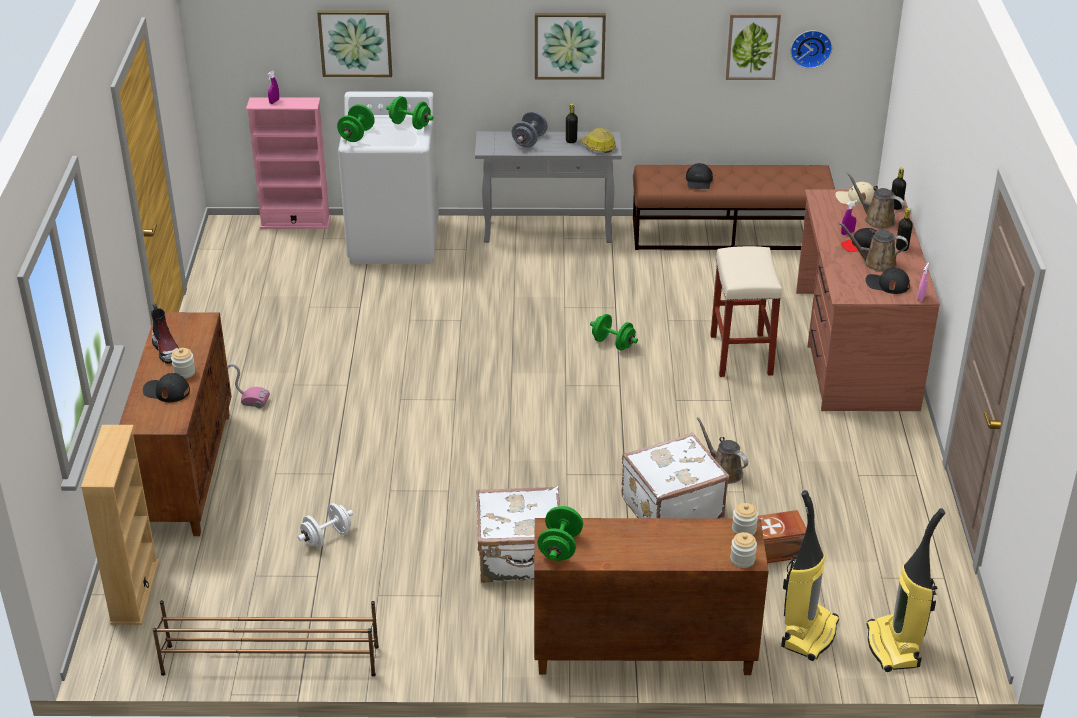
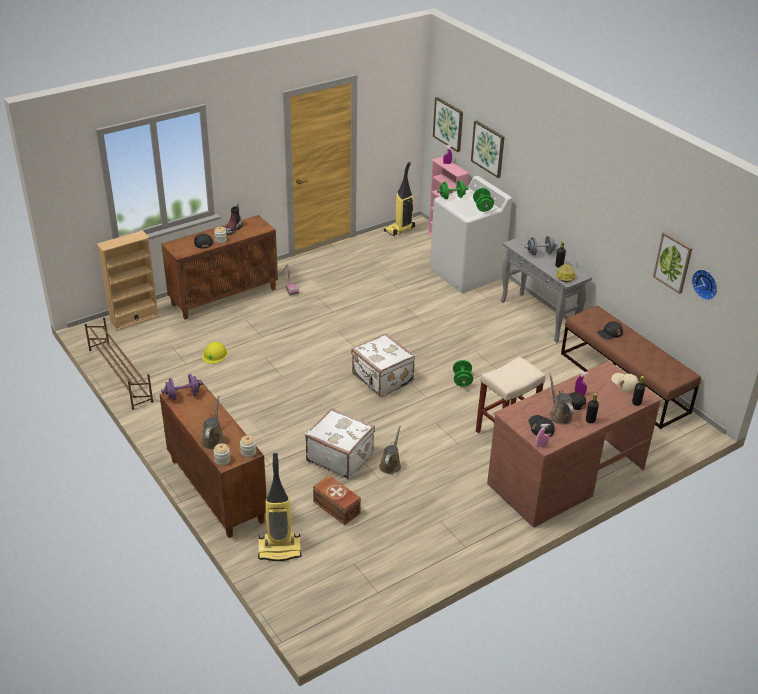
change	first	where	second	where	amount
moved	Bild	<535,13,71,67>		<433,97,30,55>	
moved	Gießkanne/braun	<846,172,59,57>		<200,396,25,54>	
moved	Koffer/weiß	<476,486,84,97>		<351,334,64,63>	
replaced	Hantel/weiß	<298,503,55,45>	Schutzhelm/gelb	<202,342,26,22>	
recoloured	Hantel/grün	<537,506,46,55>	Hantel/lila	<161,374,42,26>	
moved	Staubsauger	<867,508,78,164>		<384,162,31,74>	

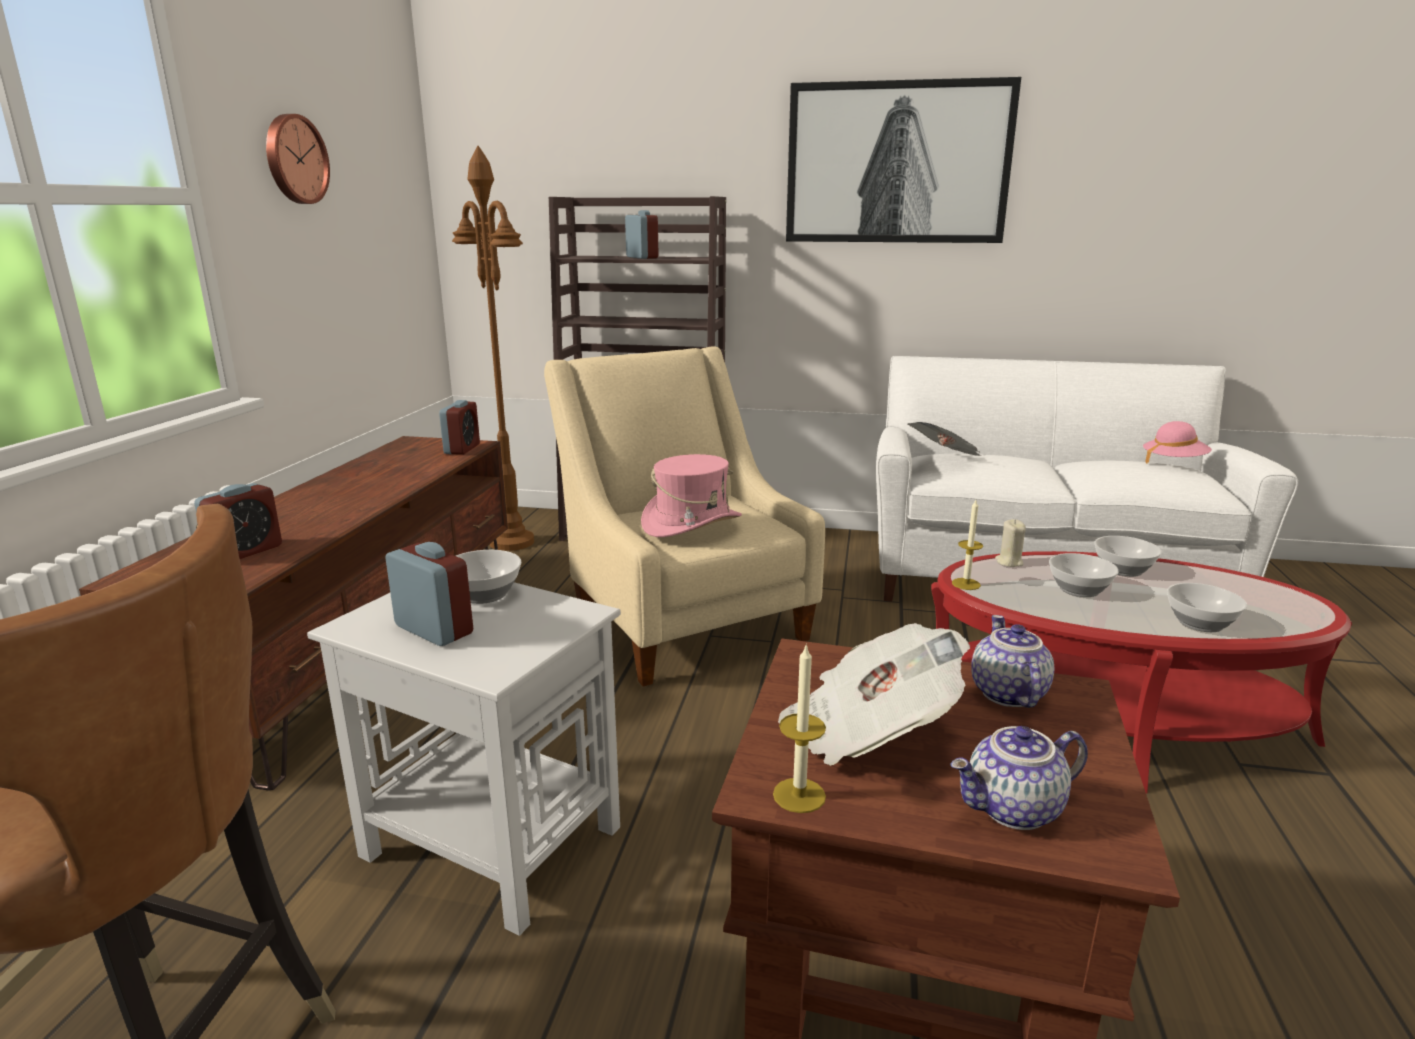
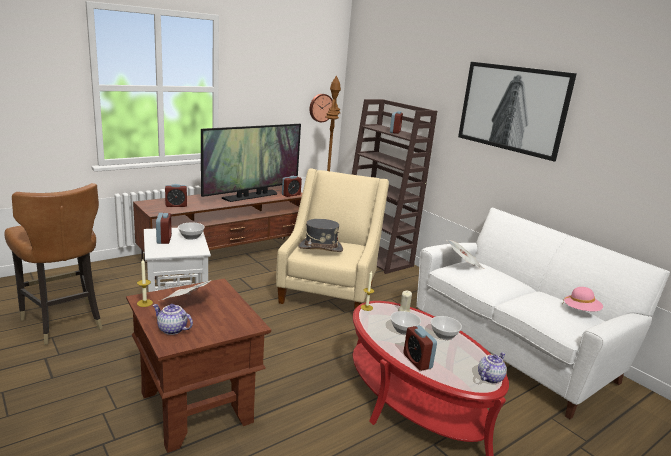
change	first	where	second	where	amount
moved	Wanduhr	<266,114,64,90>		<309,94,23,28>	
recoloured	Hut/rosa	<641,454,101,83>	Hut/grau	<298,219,45,33>	
replaced	Schüssel	<1167,583,80,49>	Wecker	<404,325,33,46>	
moved	Teekanne	<971,615,84,93>		<478,352,29,31>	
added			Fernseher	<201,124,100,78>	

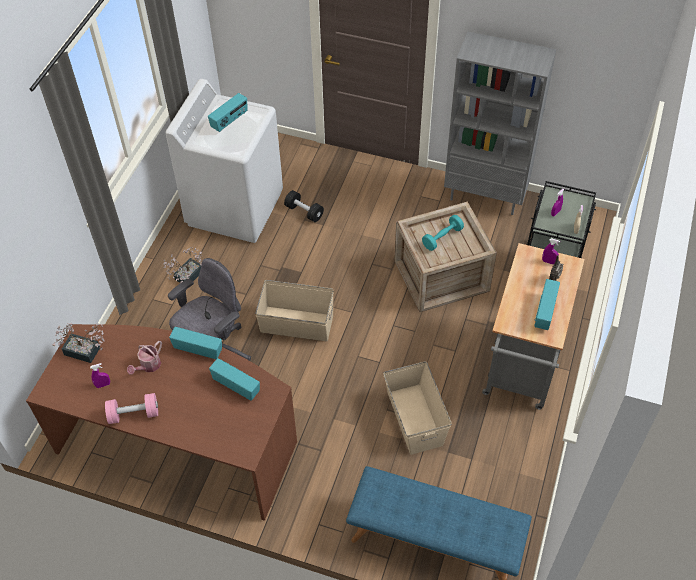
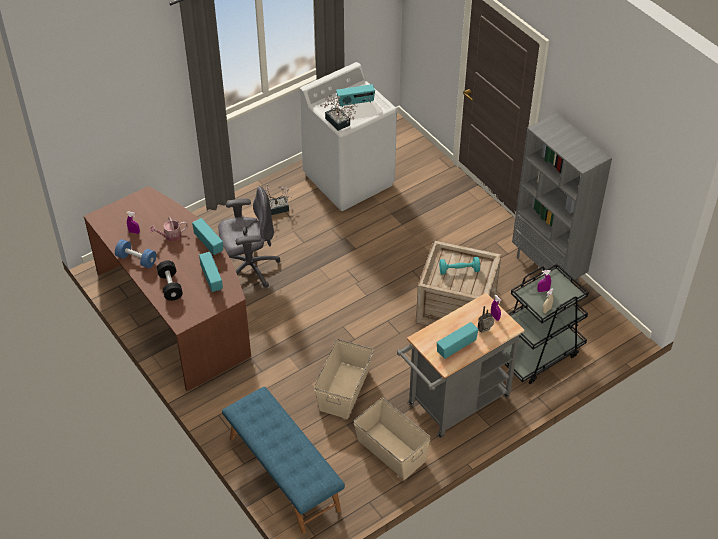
change	first	where	second	where	amount
moved	Hantel/schwarz	<284,190,40,32>		<157,261,26,40>	
moved	Aufbewahrungsbox/beige	<255,280,79,61>		<354,398,77,82>	
moved	Topfpflanze	<52,323,52,40>		<320,95,37,36>	
recoloured	Hantel/rosa	<105,393,53,31>	Hantel/blau	<115,239,41,29>	

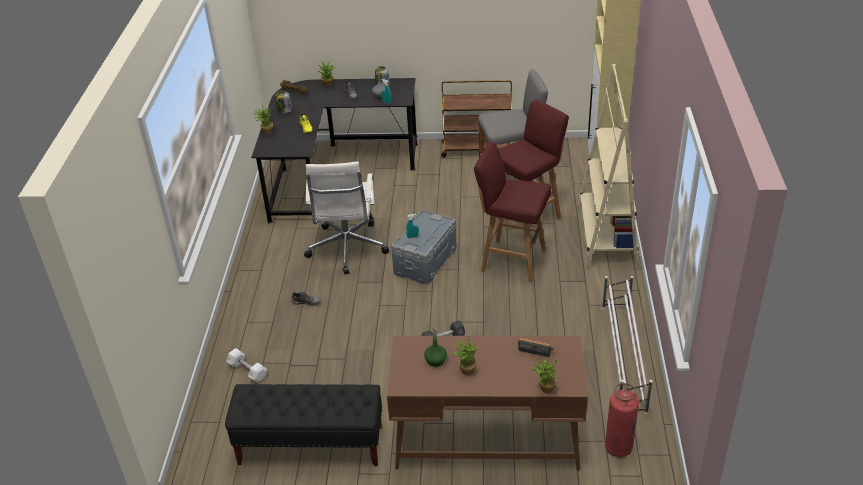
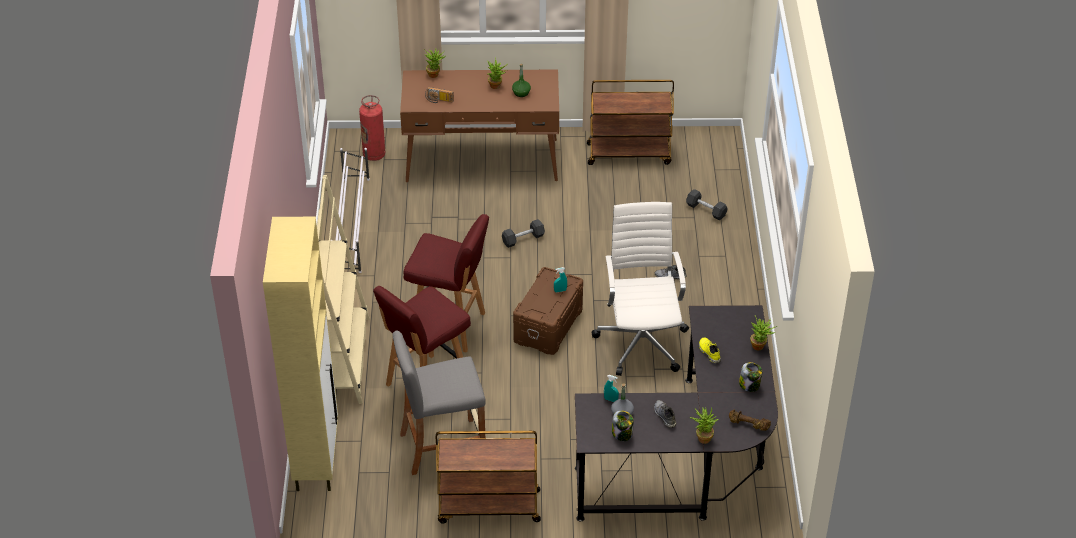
change	first	where	second	where	amount
recoloured	Aufbewahrungsbox/grau	<391,210,66,74>	Aufbewahrungsbox/braun	<513,267,70,88>	
recoloured	Hantel/weiß	<226,348,41,35>	Hantel/schwarz	<686,189,41,31>	
replaced	Bank/schwarz	<225,384,157,82>	Rollwagen/braun	<587,80,87,85>	

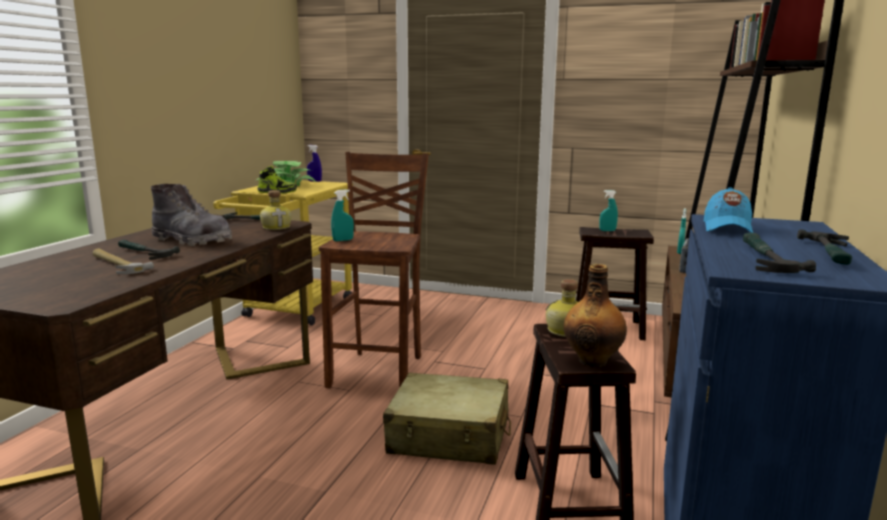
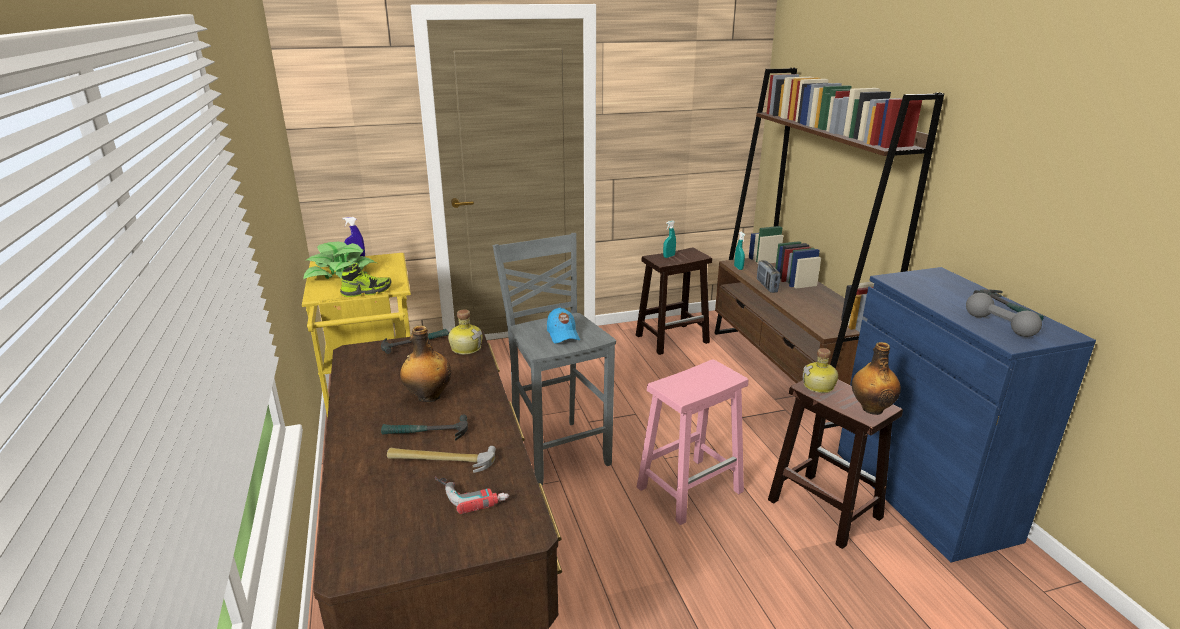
change	first	where	second	where	amount
recoloured	Hocker/braun	<319,152,110,236>	Hocker/grau	<493,233,123,253>	
replaced	Stiefel/grau	<151,184,81,62>	Flasche	<400,326,51,76>	
moved	Kappe/blau	<704,187,49,46>		<547,308,33,35>	
removed	Sprühflasche/türkis	<331,189,23,52>			
replaced	Hammer	<743,233,73,40>	Hantel/grau	<966,293,76,44>	
replaced	Koffer/beige	<383,373,128,92>	Hocker/rosa	<637,359,111,166>	
added			Bohrmaschine	<435,476,74,38>	

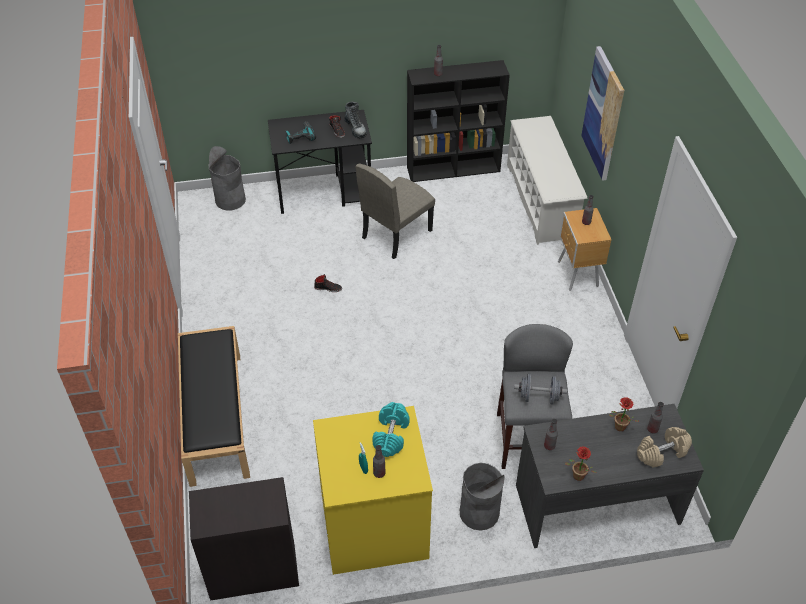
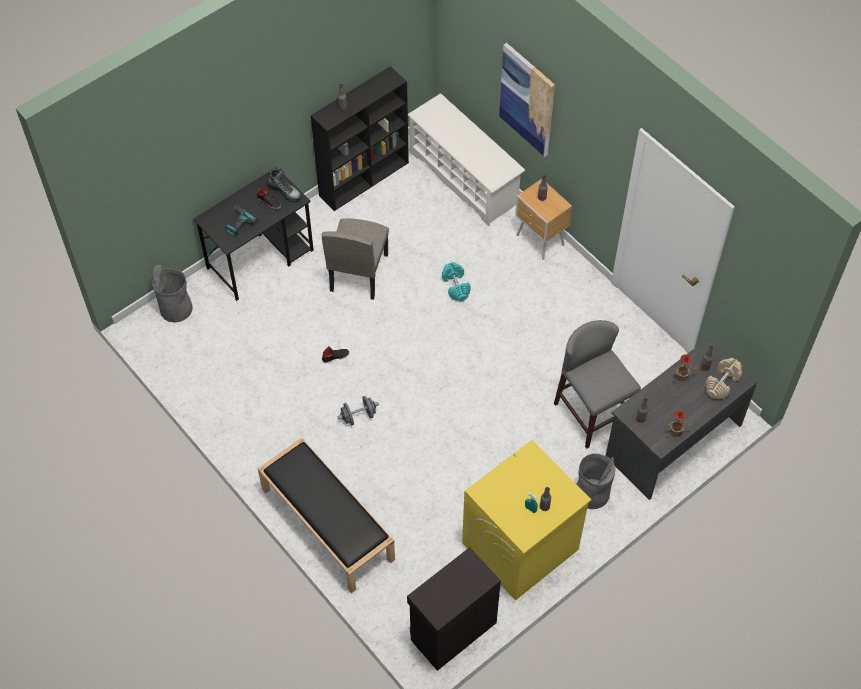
change	first	where	second	where	amount
moved	Hantel/grau	<514,374,53,31>		<337,396,42,30>	
moved	Hantel/türkis	<372,402,38,55>		<442,262,29,39>	

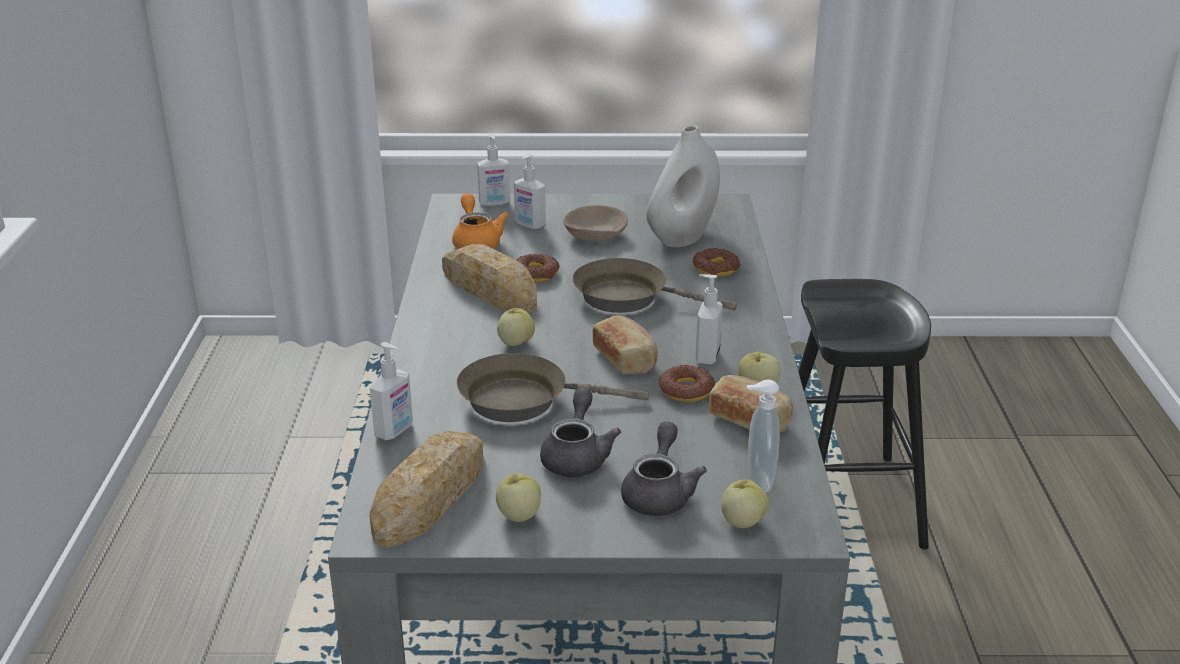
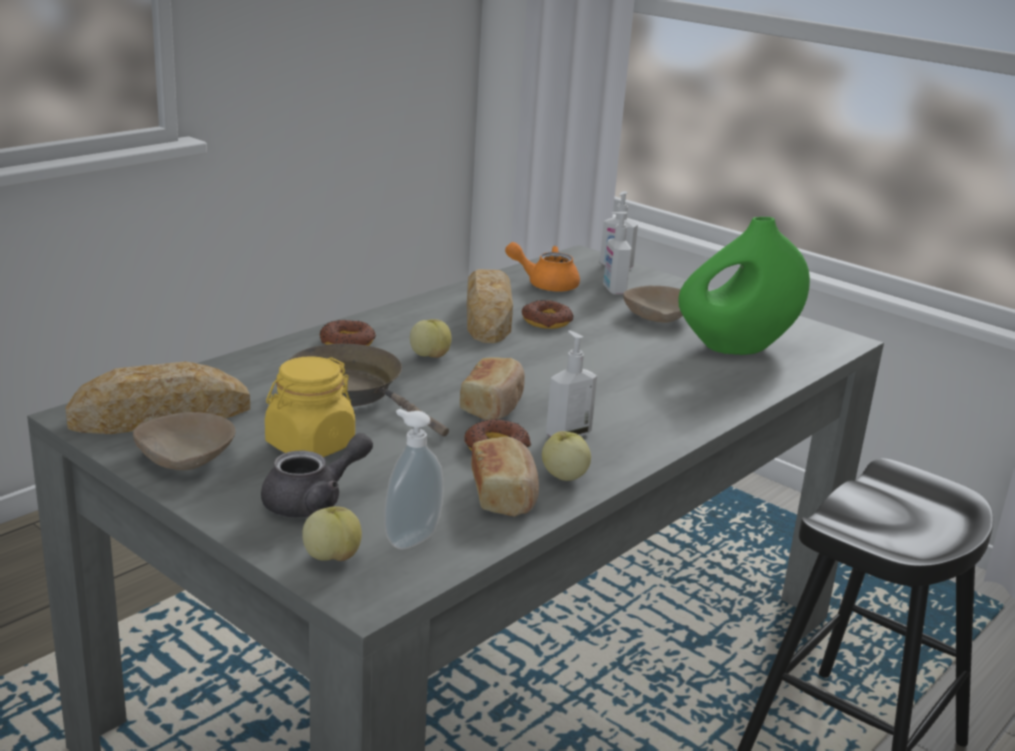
change	first	where	second	where	amount
recoloured	Vase/weiß	<646,126,74,121>	Vase/grün	<678,217,132,138>	
turned	Teekanne/orange	<452,193,57,56>		<505,242,75,50>	105 degrees counterclockwise
moved	Donut	<693,248,47,28>		<320,320,56,26>	
removed	Pfanne/braun	<572,258,165,55>			
removed	Seifenspender	<370,342,43,98>			
replaced	Teekanne/grau	<540,388,81,89>	Vorratsglas/gelb	<265,356,90,101>	
replaced	Apfel	<496,473,45,49>	Schüssel/beige	<133,412,102,58>	

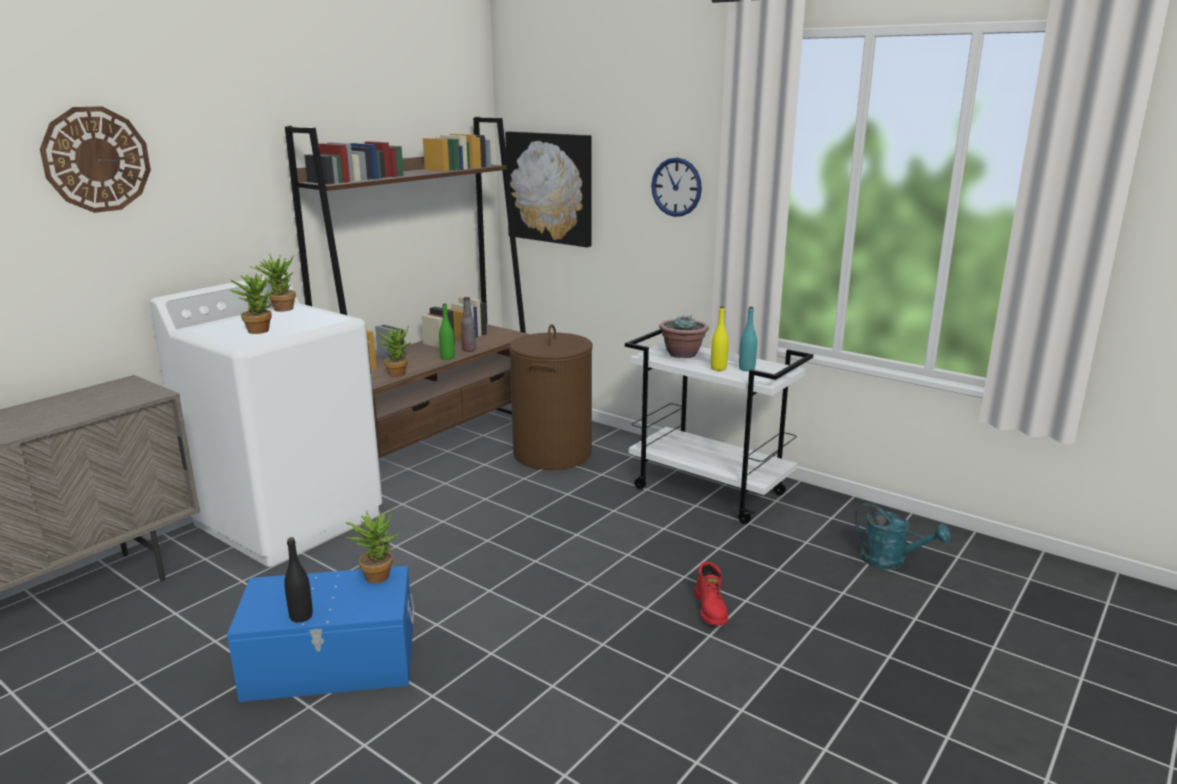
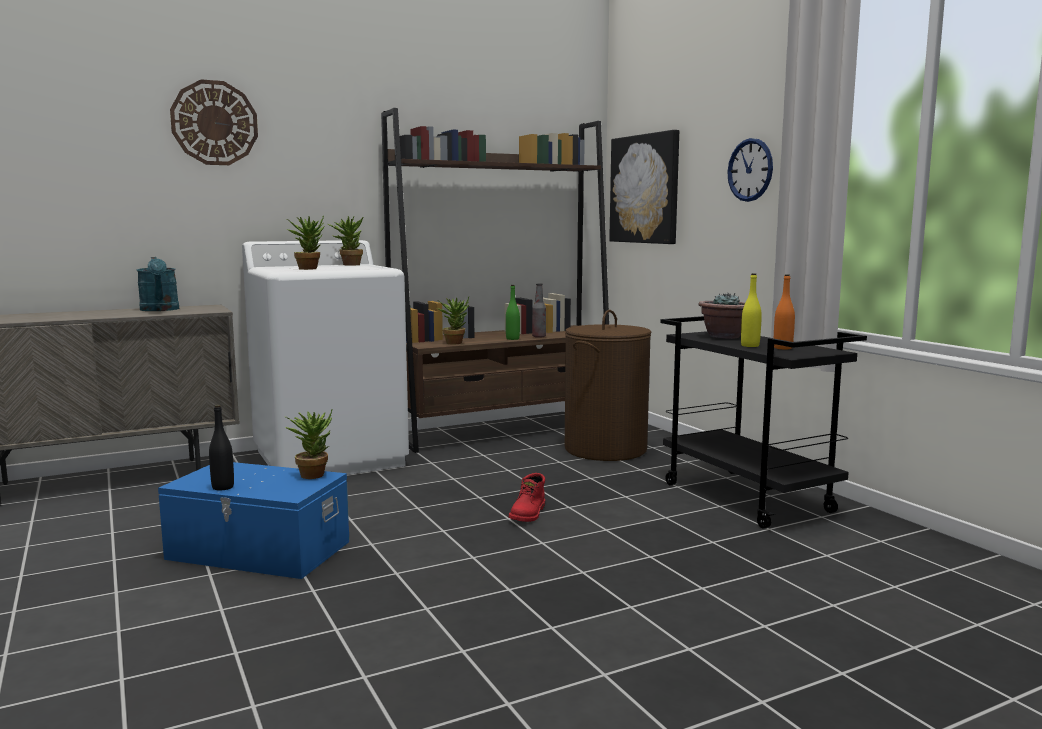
change	first	where	second	where	amount
recoloured	Flasche/türkis	<739,307,18,64>	Flasche/orange	<774,274,21,75>	
recoloured	Rollwagen/weiß	<625,329,188,195>	Rollwagen/schwarz	<661,316,206,213>	
moved	Gießkanne/türkis	<854,503,97,67>		<136,257,43,54>	
moved	Stiefel/rot	<695,562,33,64>		<509,473,36,49>	

